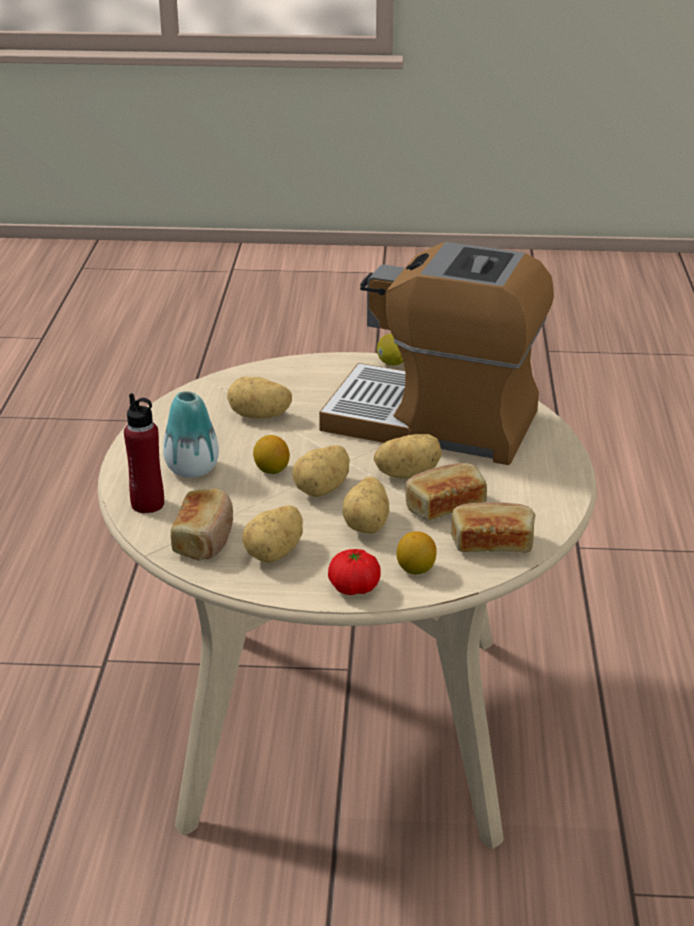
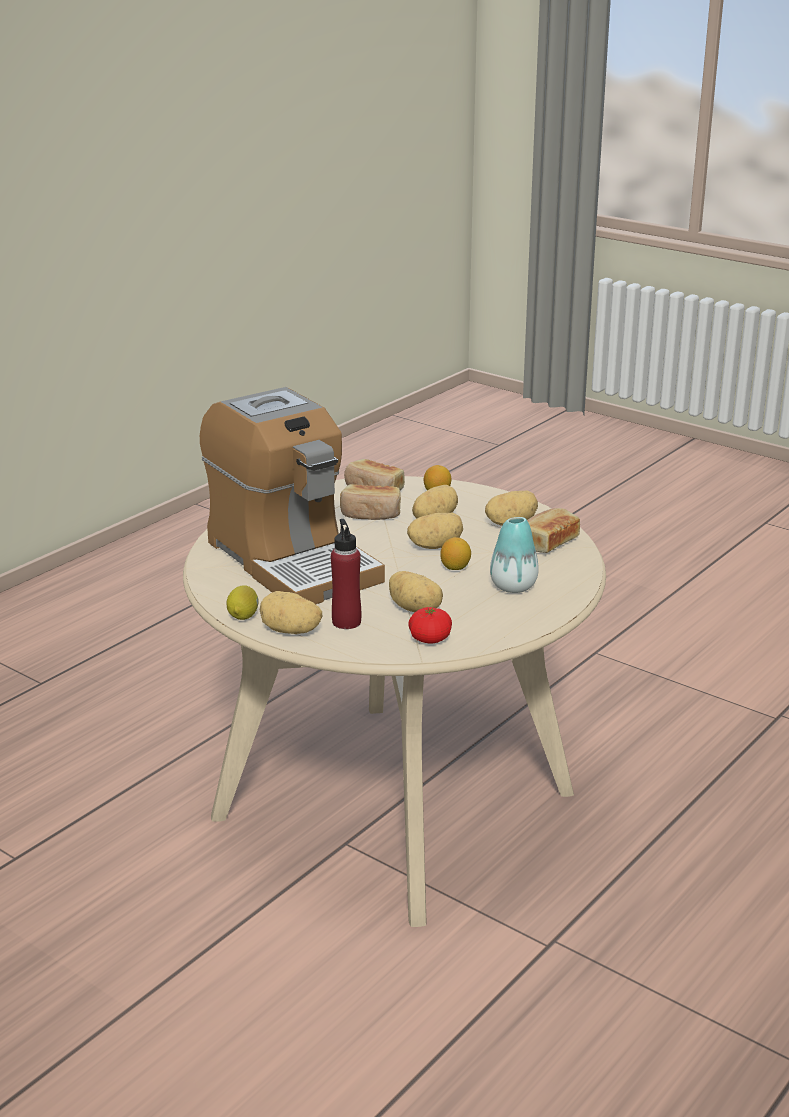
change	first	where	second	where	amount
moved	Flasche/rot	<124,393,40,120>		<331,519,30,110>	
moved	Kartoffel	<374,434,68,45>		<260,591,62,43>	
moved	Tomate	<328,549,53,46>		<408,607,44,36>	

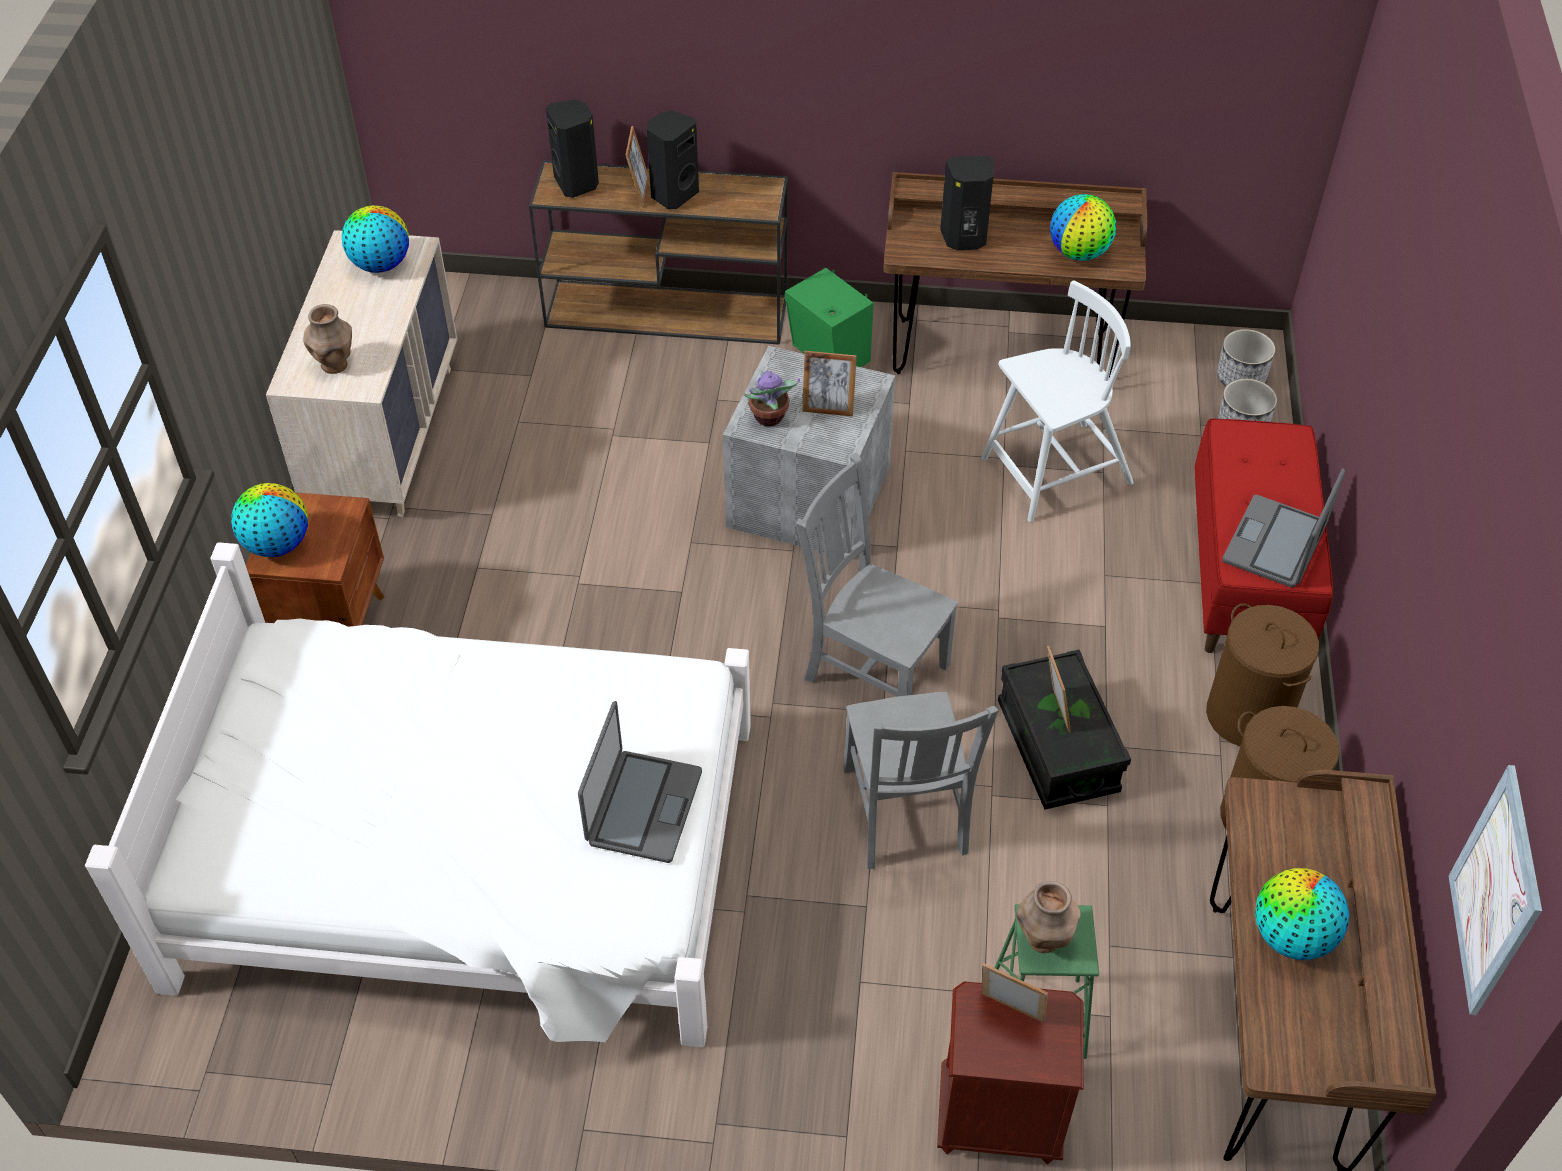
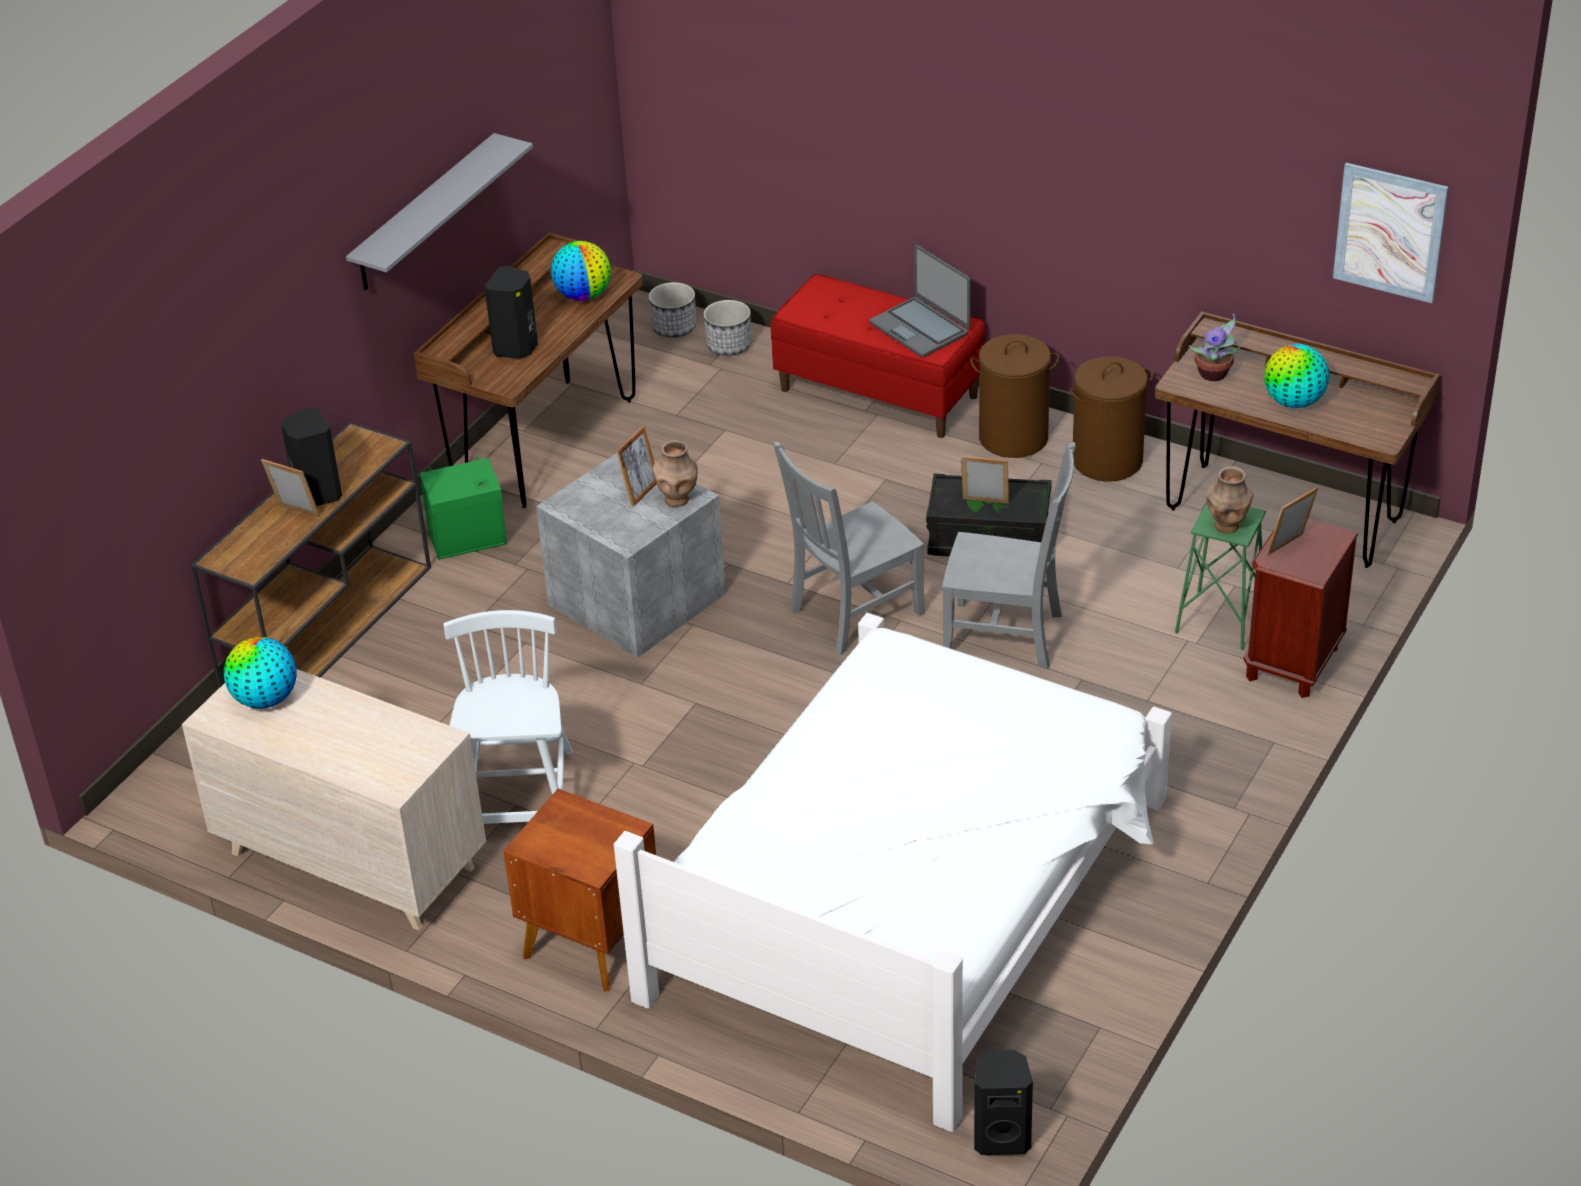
change	first	where	second	where	amount
moved	Lautsprecher/schwarz	<546,100,53,98>		<974,1050,59,105>	
moved	Stuhl/weiß	<981,280,153,242>		<443,610,130,214>	
moved	Vase/braun	<303,304,49,70>		<653,440,45,67>	
moved	Topfpflanze	<743,371,57,56>		<1189,314,52,67>	
removed	Globus	<231,483,77,74>			
removed	Laptop	<578,701,124,162>			
added			Wandregal/grau	<346,133,187,157>	

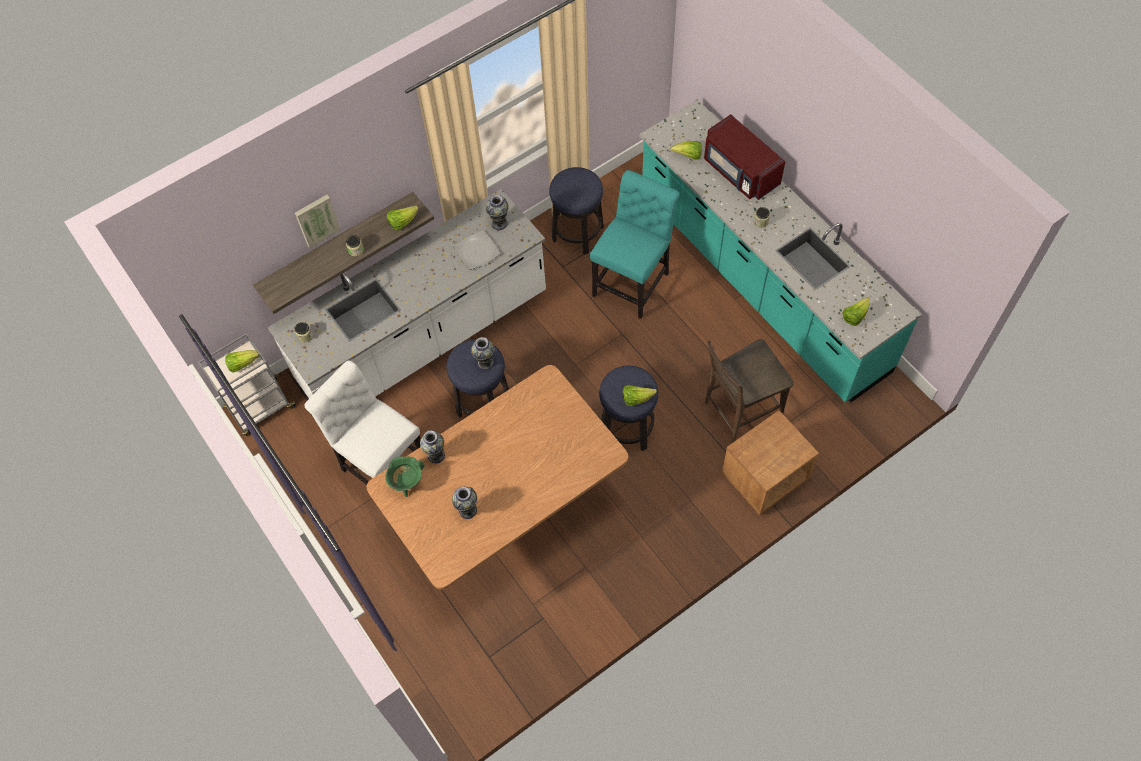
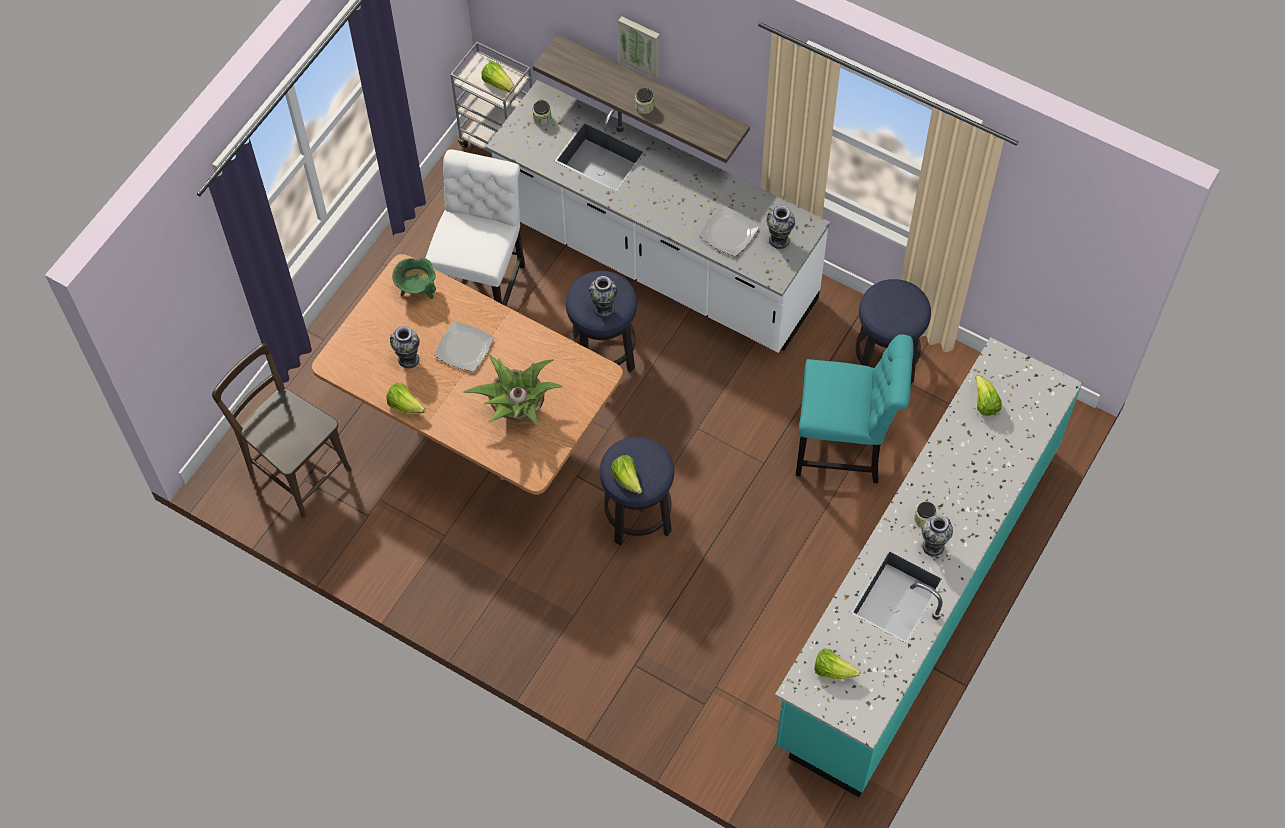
change	first	where	second	where	amount
removed	Mikrowelle/rot	<704,114,81,86>			
moved	Salatkopf	<387,206,32,25>		<386,383,40,31>	
moved	Stuhl/braun	<705,339,89,104>		<212,343,140,175>	
removed	Nachttisch/braun	<722,410,97,105>			
moved	Vase	<420,430,25,33>		<921,515,32,42>	
added			Teller	<434,321,60,51>	
added			Topfpflanze	<463,354,99,71>	

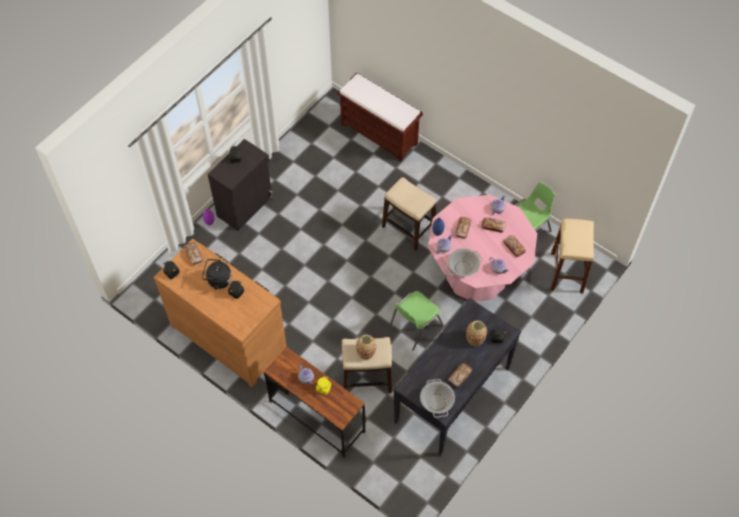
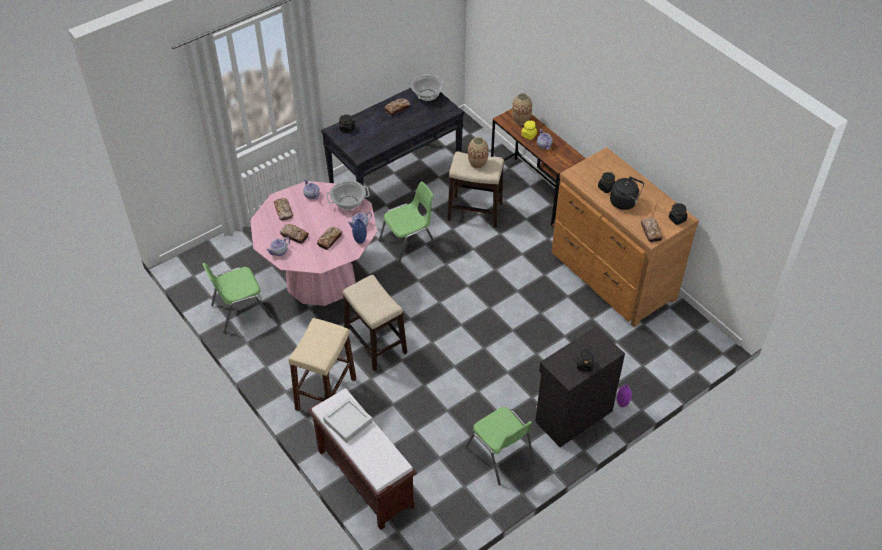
change	first	where	second	where	amount
moved	Hocker/beige	<550,219,44,74>		<288,318,68,93>	
moved	Vase	<466,320,21,26>		<512,93,20,32>	
added			Tablett/grau	<323,397,50,46>	
added			Stuhl/grün	<465,407,69,78>	

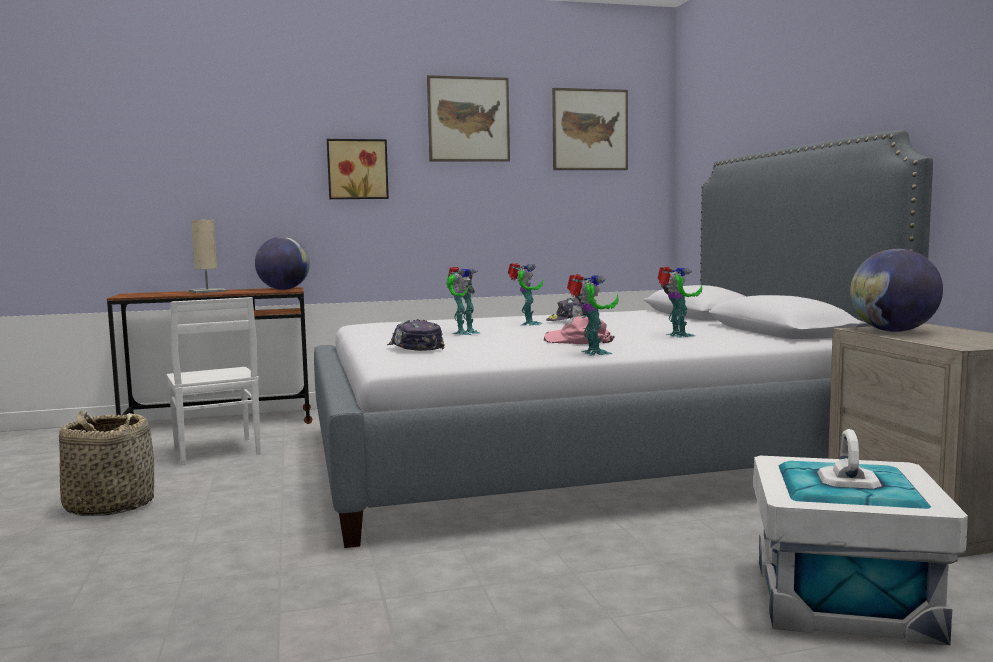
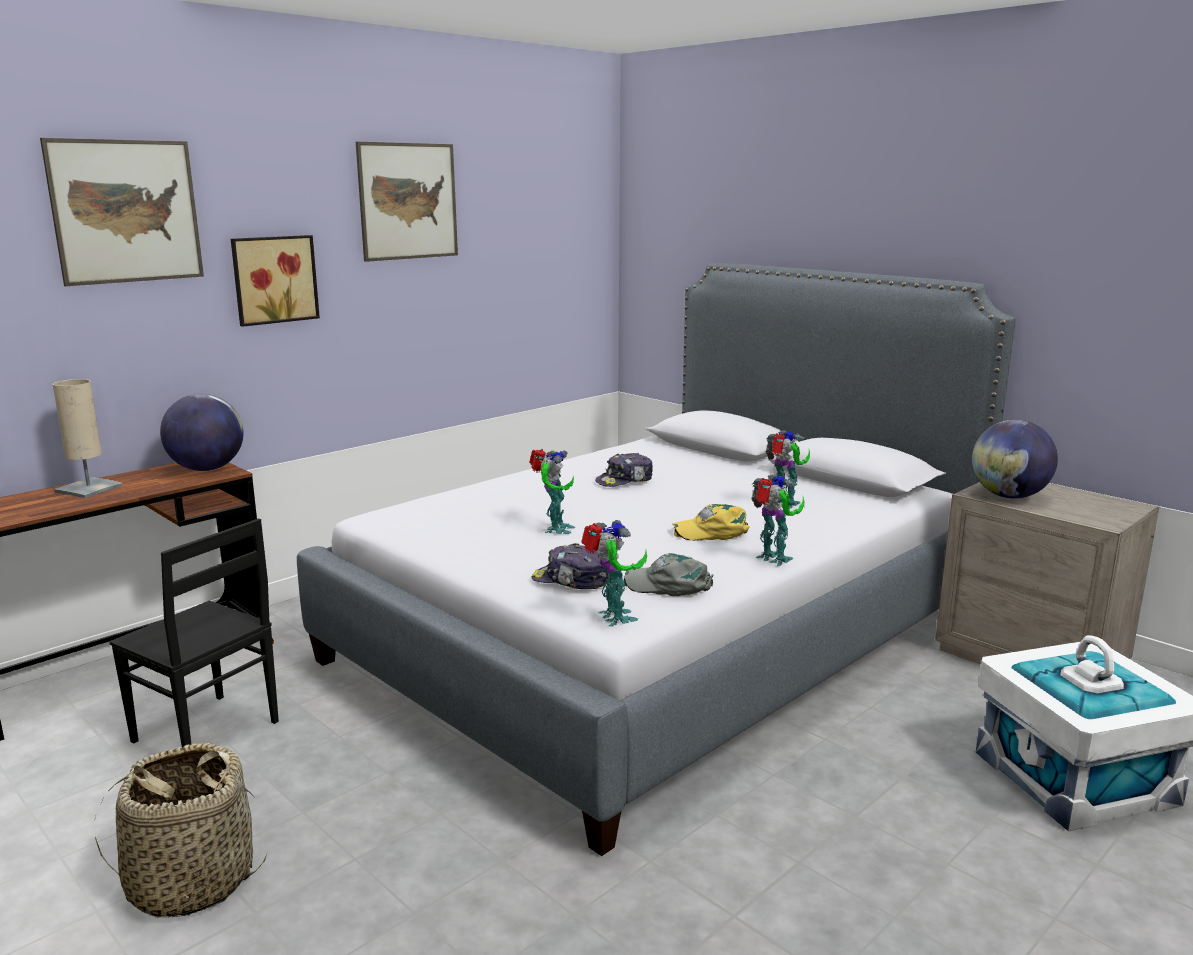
change	first	where	second	where	amount
moved	Bild	<552,88,76,82>		<40,138,164,148>	
moved	Spielzeugroboter	<508,263,35,62>		<581,520,66,106>	
recoloured	Stuhl/weiß	<167,297,94,168>	Stuhl/schwarz	<110,518,169,229>	
recoloured	Kappe/rosa	<543,315,72,29>	Kappe/gelb	<672,504,78,37>	
added			Kappe/grau	<624,553,90,43>	

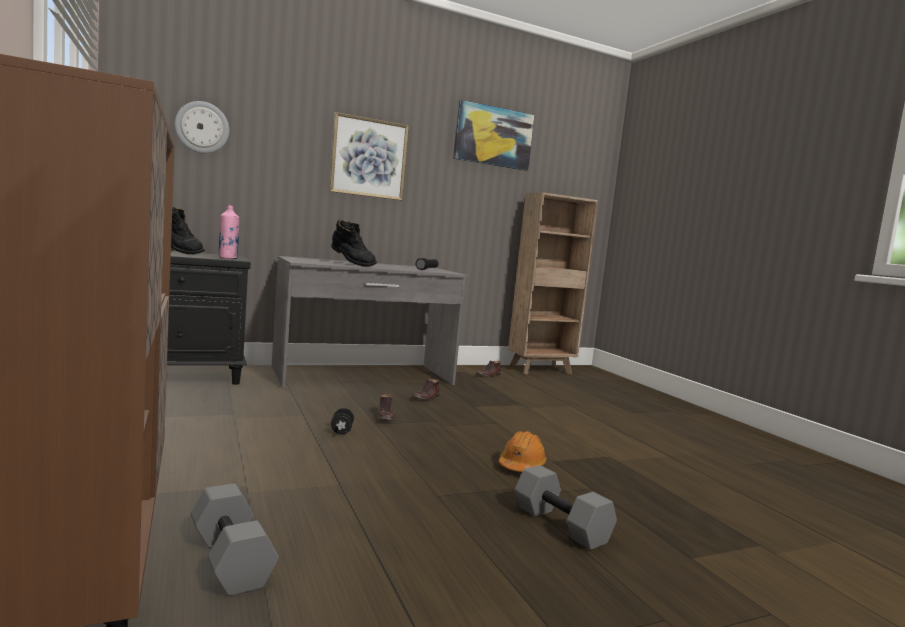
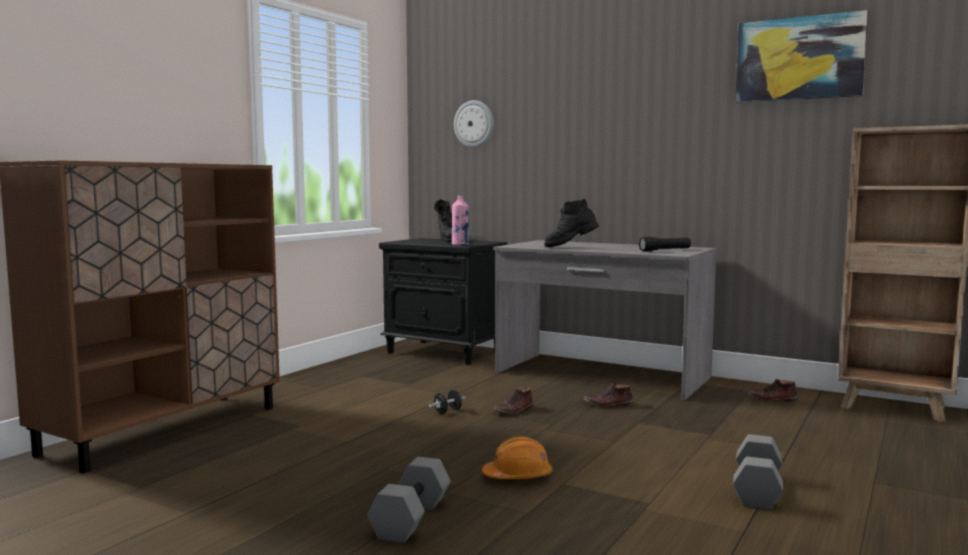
change	first	where	second	where	amount
removed	Bild	<329,112,80,88>			
turned	Stiefel/schwarz	<331,219,46,47>		<544,199,55,48>	90 degrees clockwise
moved	Hantel/grau	<191,484,88,112>		<733,434,50,76>	

